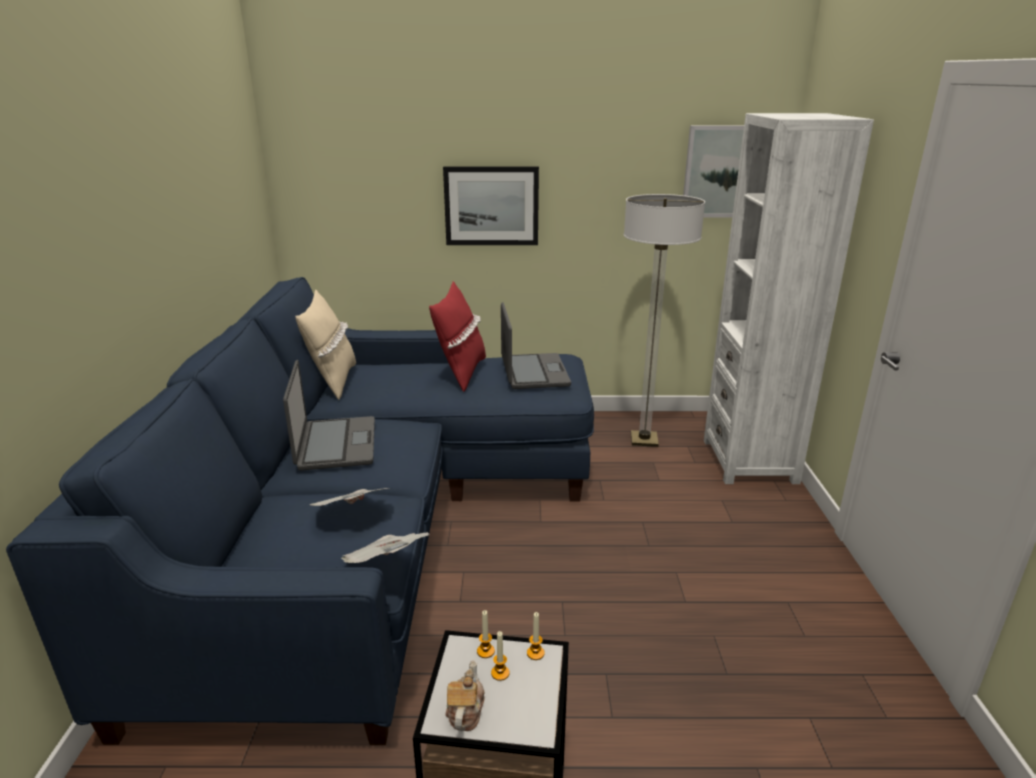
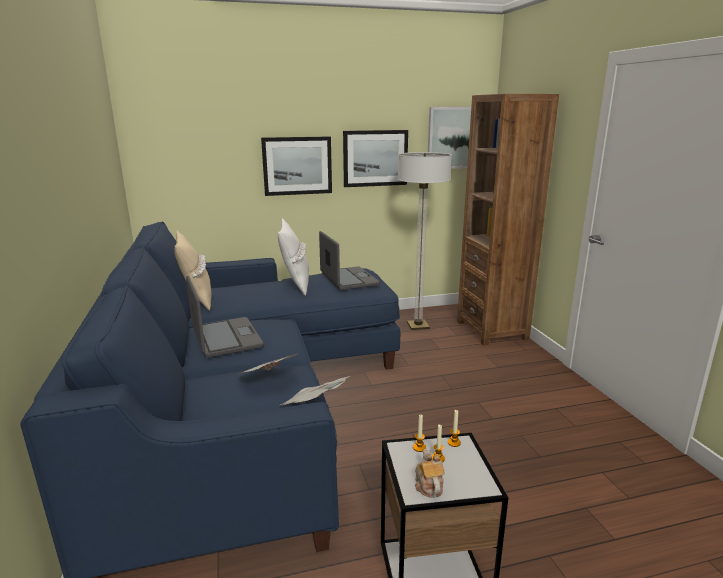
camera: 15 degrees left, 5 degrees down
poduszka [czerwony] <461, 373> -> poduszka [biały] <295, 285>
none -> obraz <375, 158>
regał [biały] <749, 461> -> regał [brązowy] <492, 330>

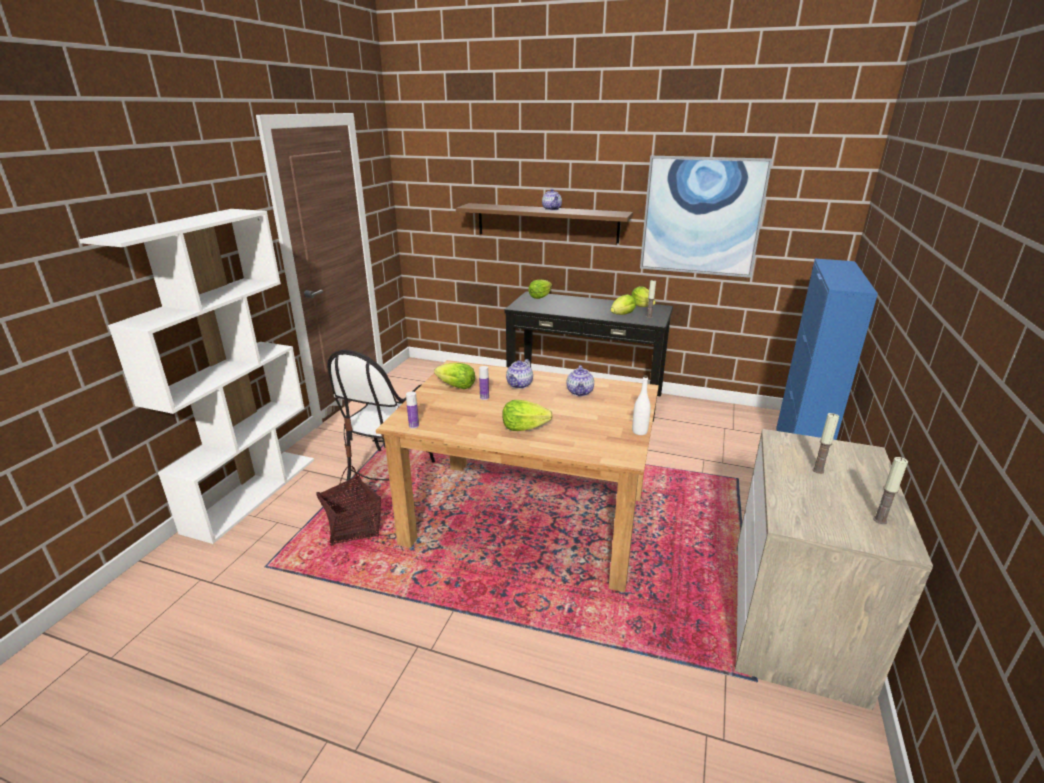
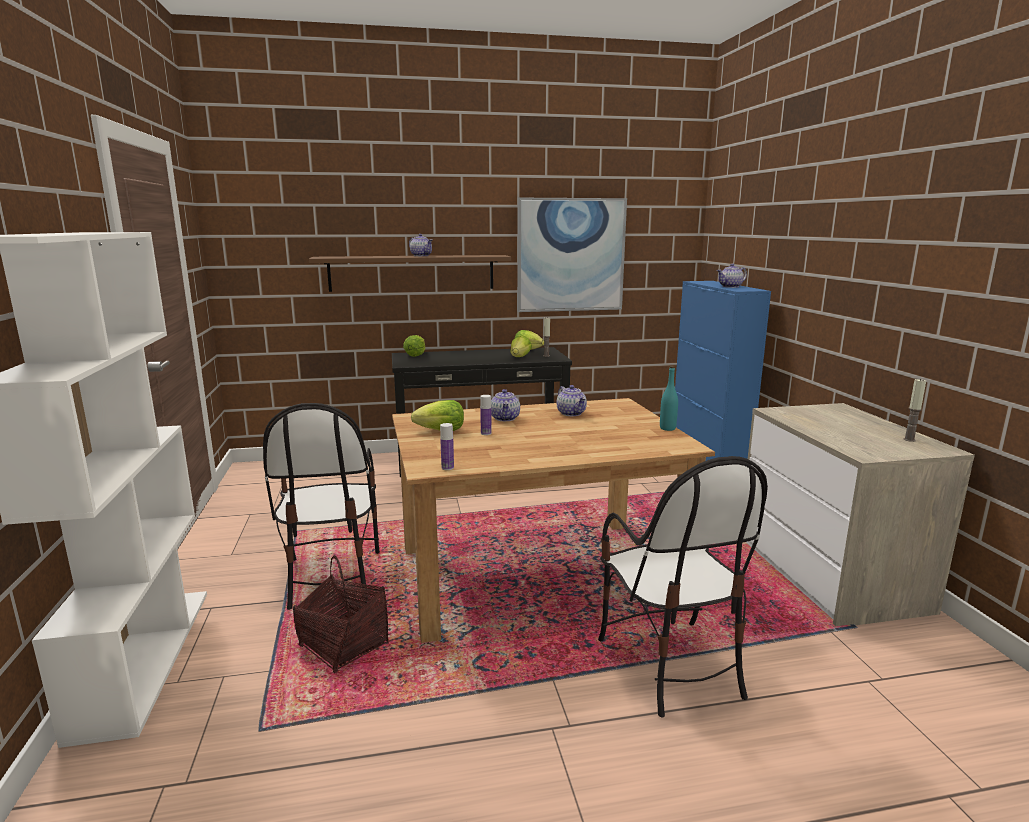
camera: 30 degrees left, 10 degrees down
none -> krzesło <670, 665>
butelka [biały] <639, 431> -> butelka [turkusowy] <667, 428>
none -> imbryk <730, 286>
sałata <524, 428> -> none
świeca <818, 470> -> none

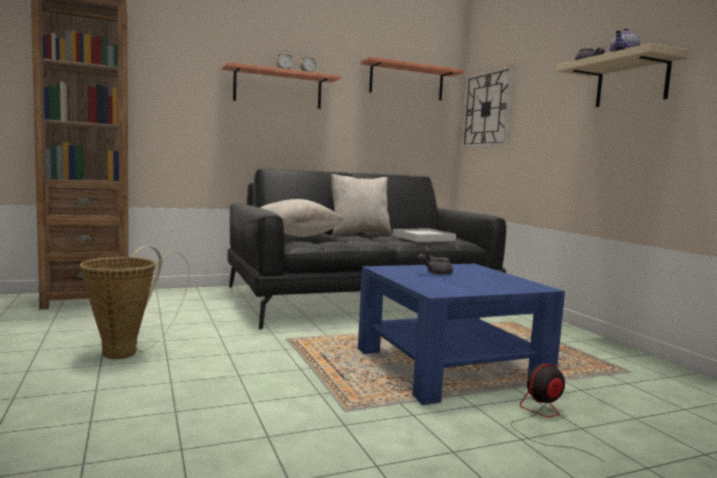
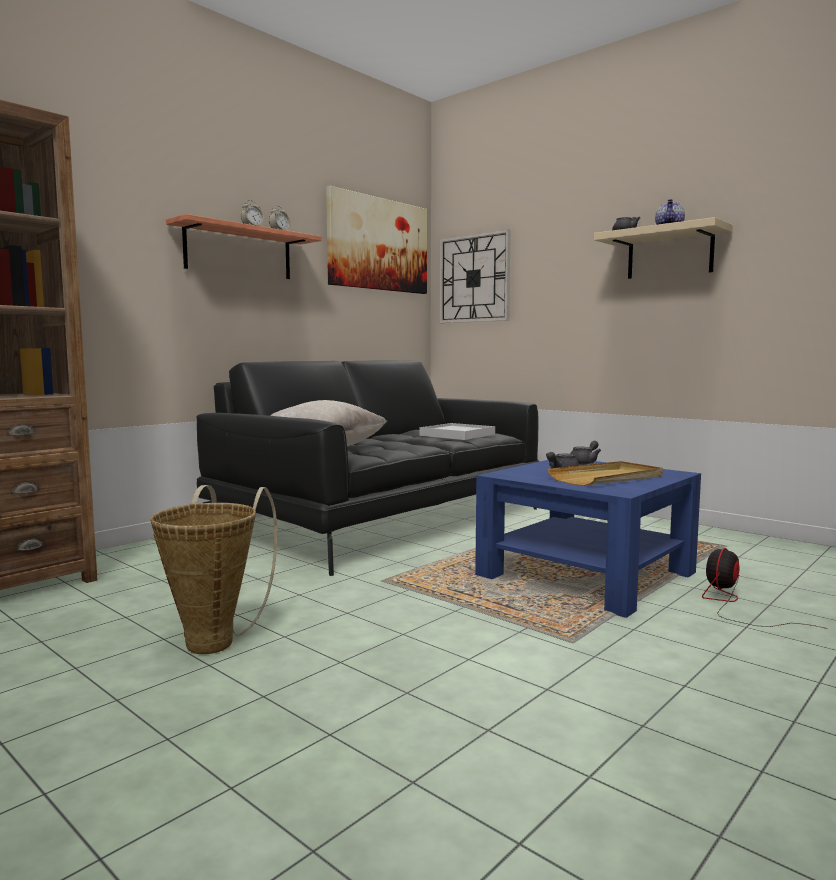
camera: 25 degrees left, 0 degrees up
półka <406, 82> -> obraz <378, 244>
none -> taca [beżowy] <607, 478>
none -> imbryk [szary] <584, 463>
poduszka [beżowy] <359, 233> -> none

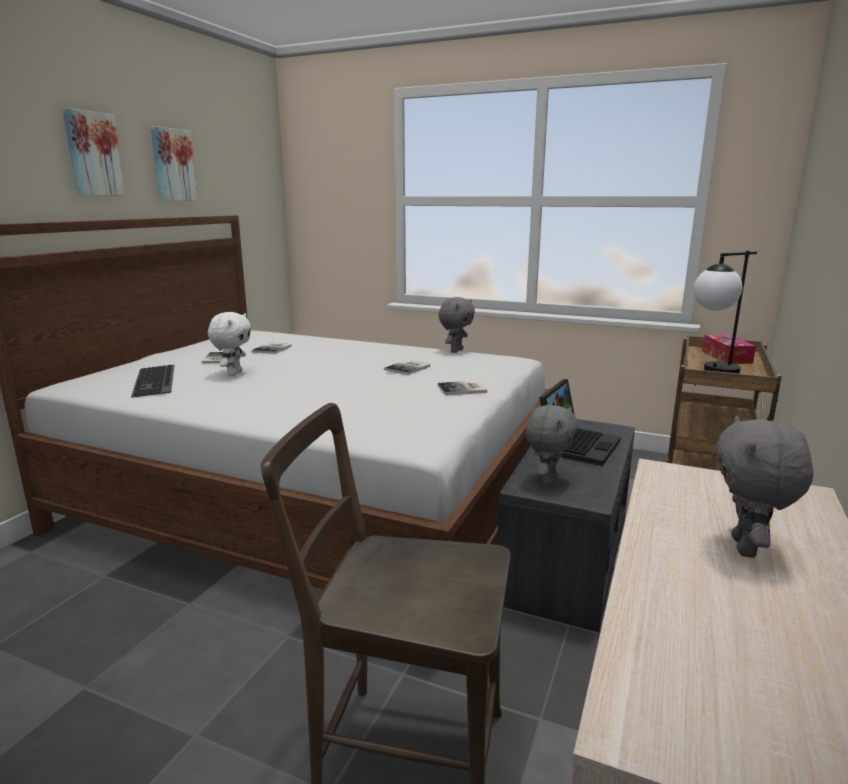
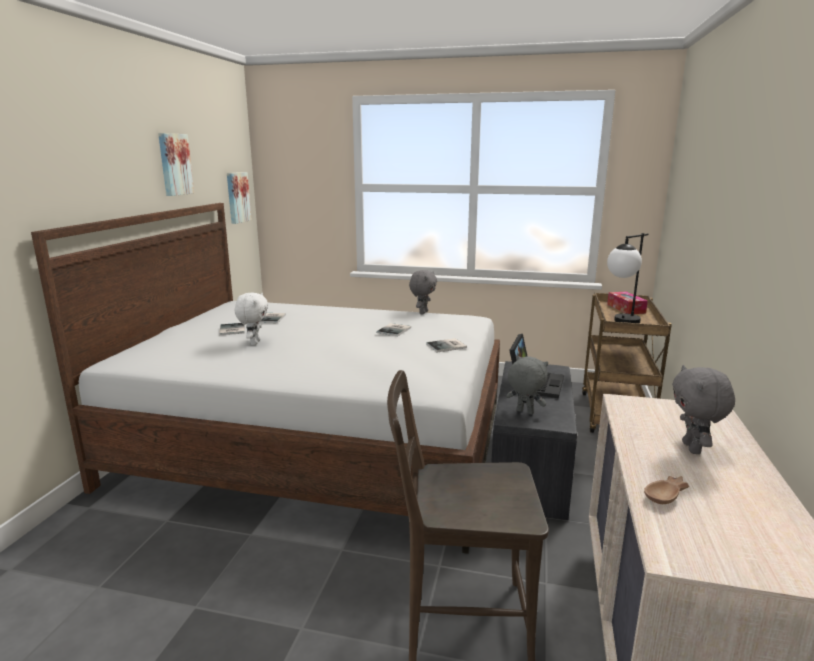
camera: 10 degrees left, 0 degrees up
obraz <93, 154> -> obraz <237, 197>, relocated
pluszak [szary] <547, 480> -> pluszak [szary] <524, 412>, 75 degrees counterclockwise
none -> miska [brązowy] <667, 495>
klawiatura <156, 380> -> none

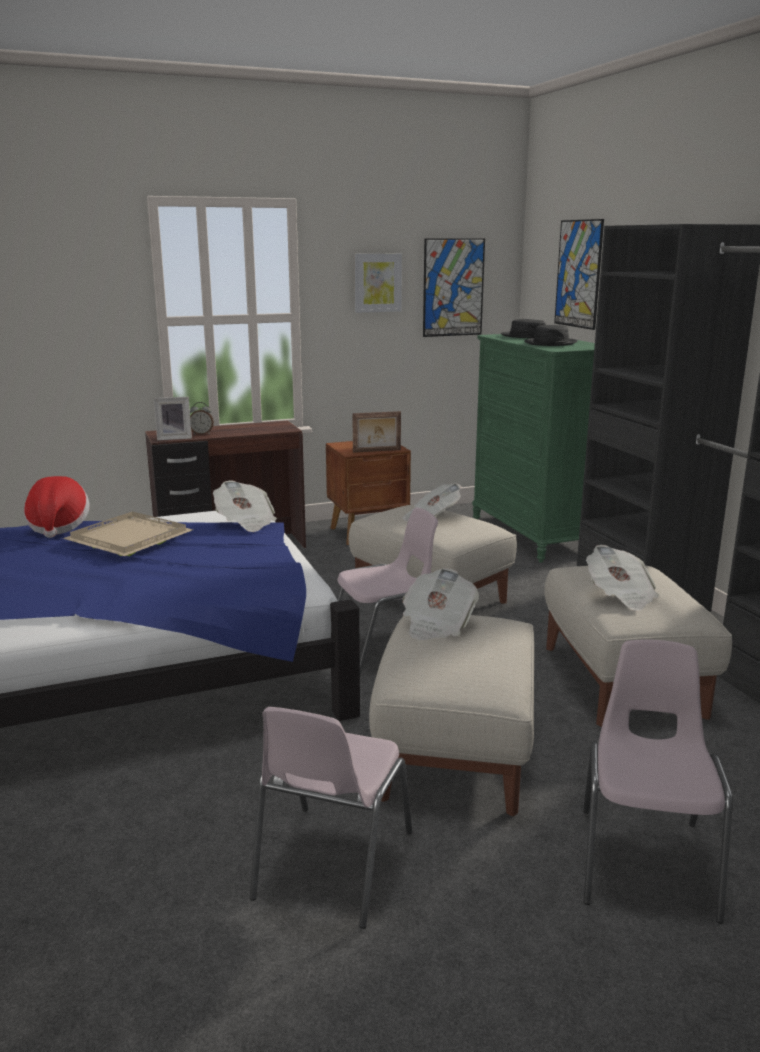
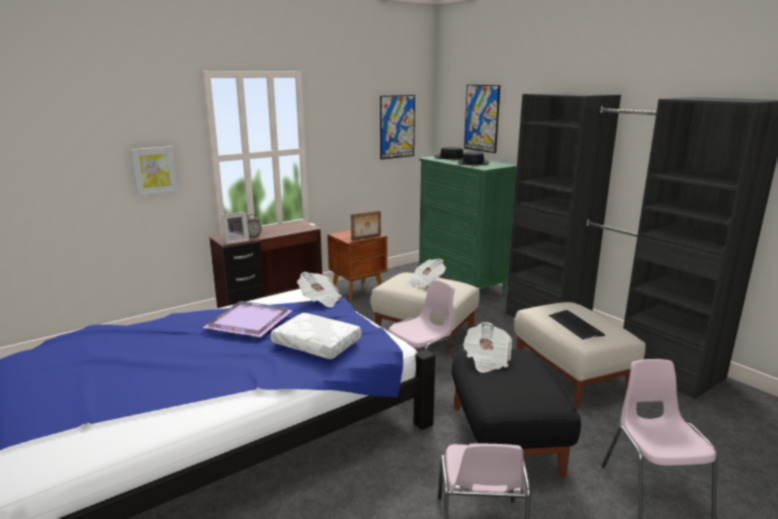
camera: 15 degrees left, 0 degrees up
obraz <377, 283> -> obraz <154, 170>, relocated
taca [beżowy] <129, 537> -> taca [fioletowy] <249, 320>
none -> poduszka [biały] <315, 344>
pufa [beżowy] <455, 751> -> pufa [czarny] <505, 439>
gazeta <620, 596> -> klawiatura <575, 325>
kapelusz <58, 526> -> none

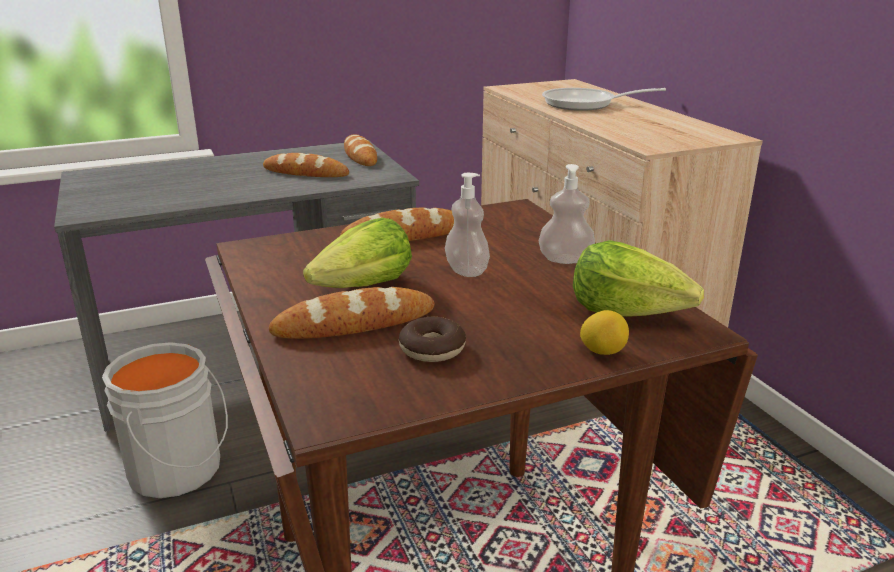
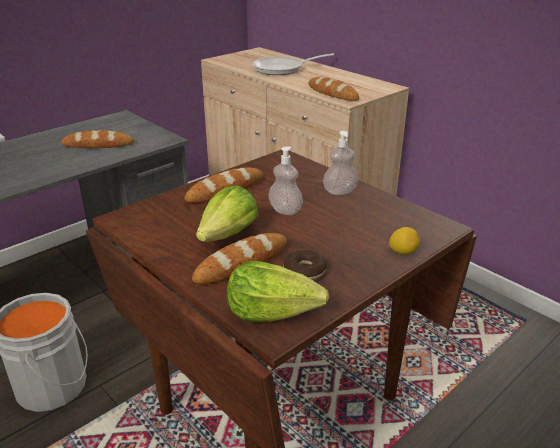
camera: 20 degrees left, 5 degrees up
sałata <628, 311> -> sałata <273, 312>, relocated
chleb <360, 156> -> chleb <332, 93>, relocated

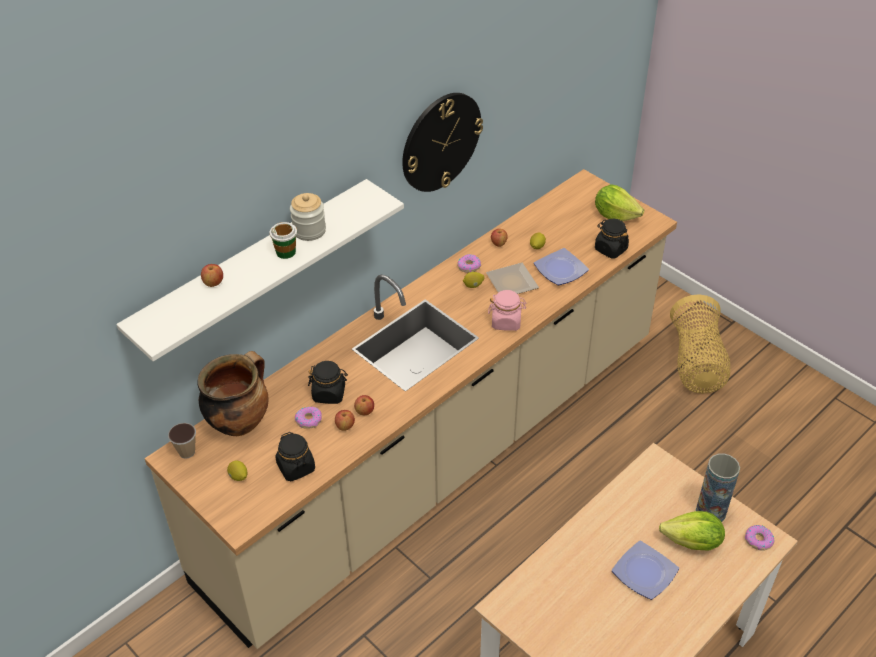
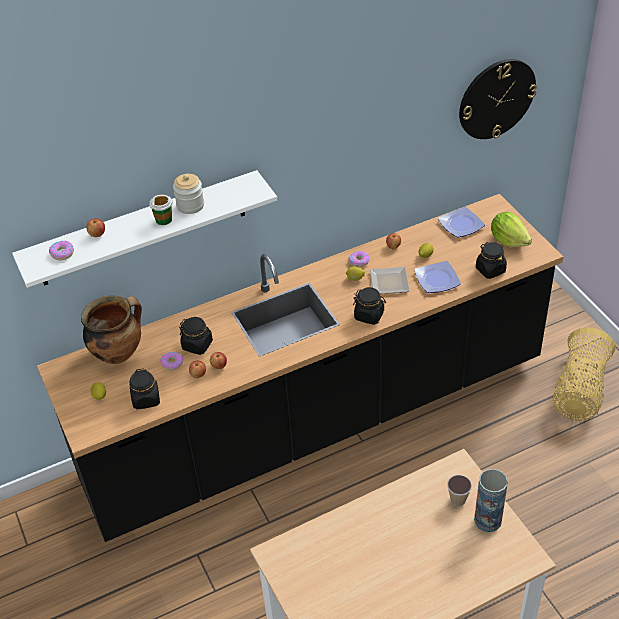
camera: 20 degrees right, 0 degrees up
zabudowa kuchenna [beżowy] <439, 456> -> zabudowa kuchenna [czarny] <316, 422>
donut <758, 540> -> donut <62, 253>, relocated
słoik [różowy] <506, 322> -> słoik [czarny] <369, 315>
talerz <644, 574> -> talerz <461, 225>, relocated
filiżanka <187, 452> -> filiżanka <458, 500>, relocated
zegar ścienny <440, 142> -> zegar ścienny <496, 99>, relocated
sałata <692, 543> -> none

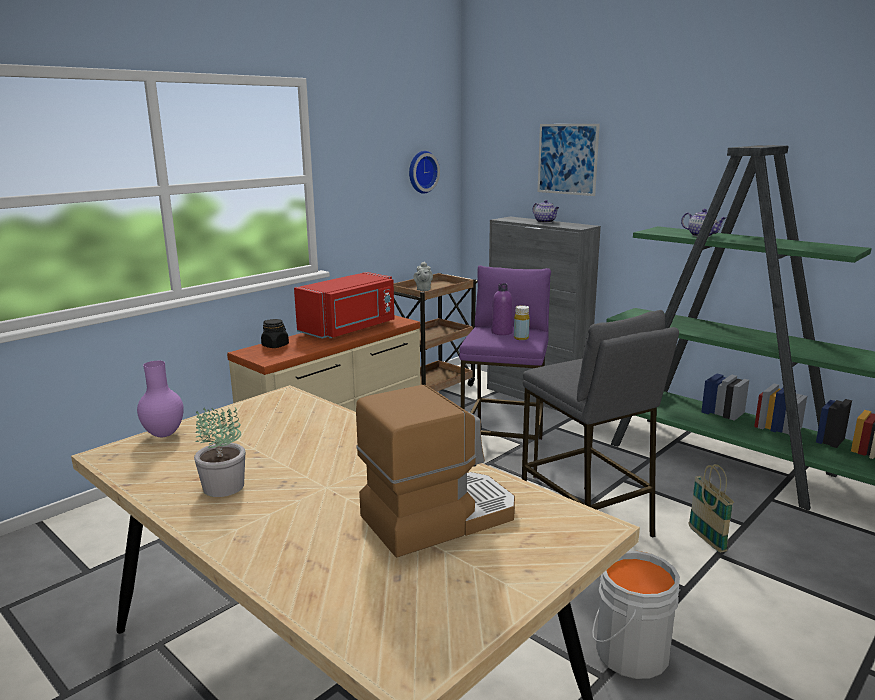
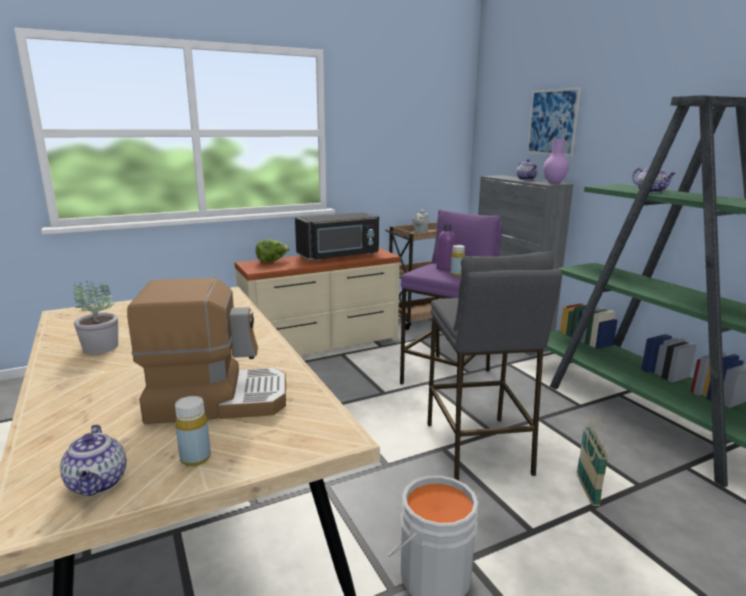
camera: 20 degrees right, 0 degrees up
none -> imbryk <98, 484>
none -> butelka [żółty] <195, 458>
słoik [czarny] <275, 345> -> sałata <272, 261>
mikrofalówka [czerwony] <350, 329> -> mikrofalówka [czarny] <339, 256>
wazon [fioletowy] <164, 435> -> wazon [fioletowy] <554, 183>, relocated
zegar ścienny <421, 172> -> none

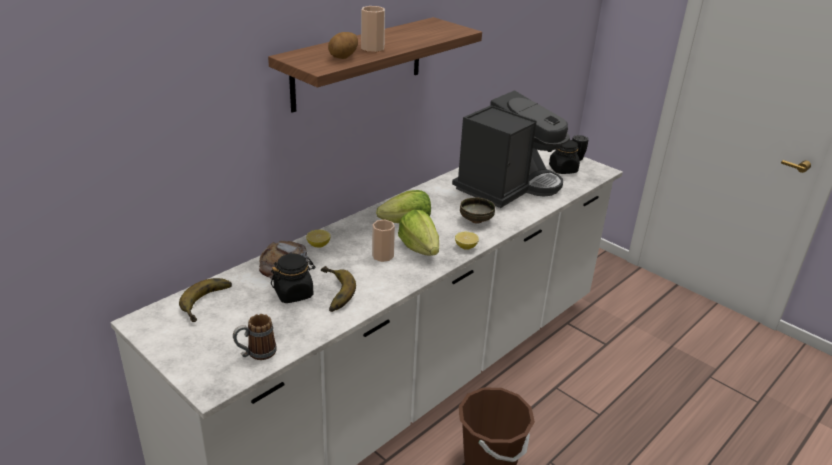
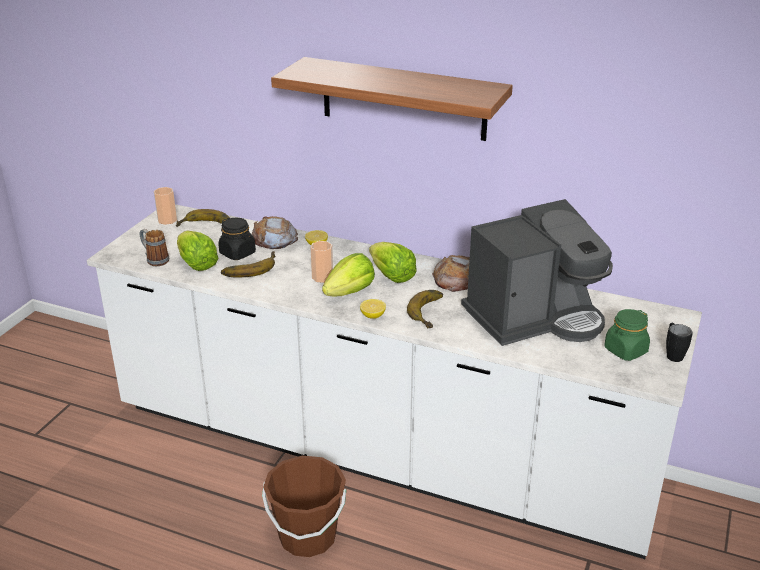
camera: 70 degrees right, 0 degrees up
filiżanka <372, 48> -> filiżanka <167, 220>, relocated
none -> sałata <196, 264>
miska <476, 220> -> banan <432, 312>
none -> chleb <456, 279>
ekspres do kawy <507, 185> -> ekspres do kawy <534, 318>, 45 degrees counterclockwise
słoik [czarny] <563, 169> -> słoik [zielony] <625, 350>
ziemniak <344, 57> -> none

